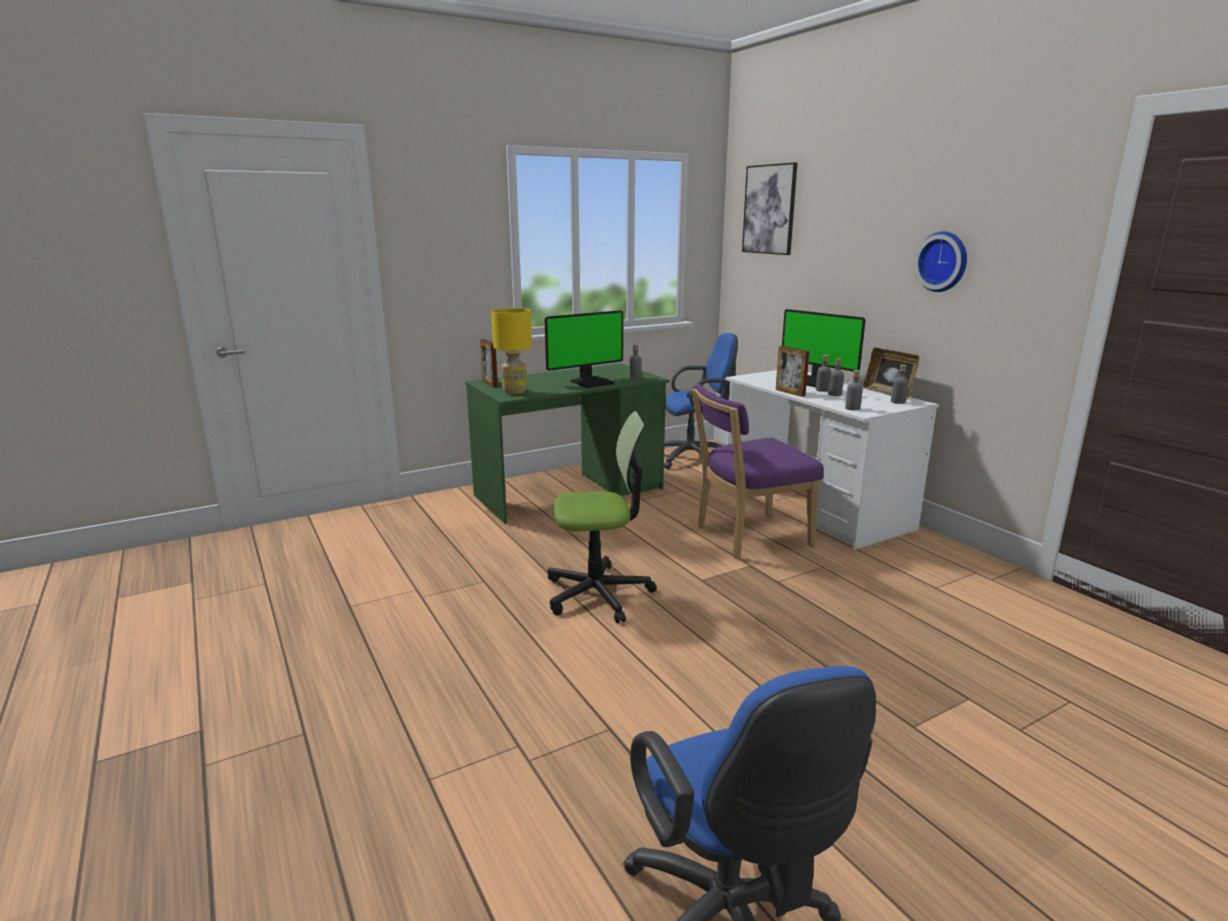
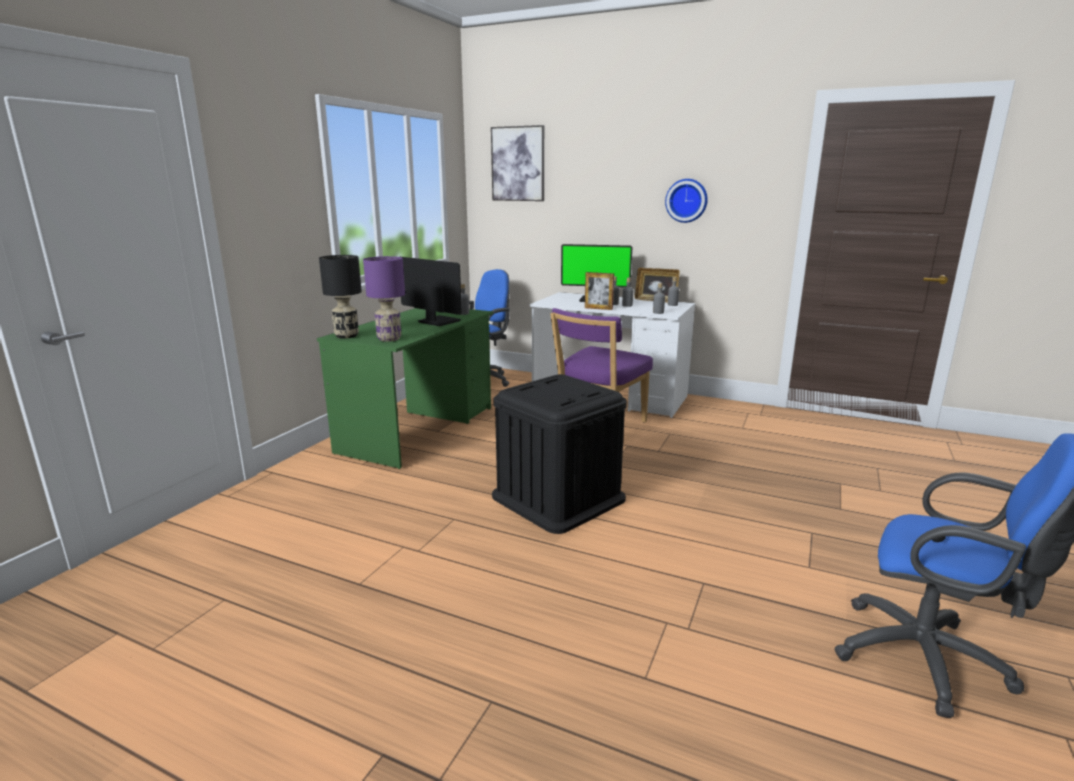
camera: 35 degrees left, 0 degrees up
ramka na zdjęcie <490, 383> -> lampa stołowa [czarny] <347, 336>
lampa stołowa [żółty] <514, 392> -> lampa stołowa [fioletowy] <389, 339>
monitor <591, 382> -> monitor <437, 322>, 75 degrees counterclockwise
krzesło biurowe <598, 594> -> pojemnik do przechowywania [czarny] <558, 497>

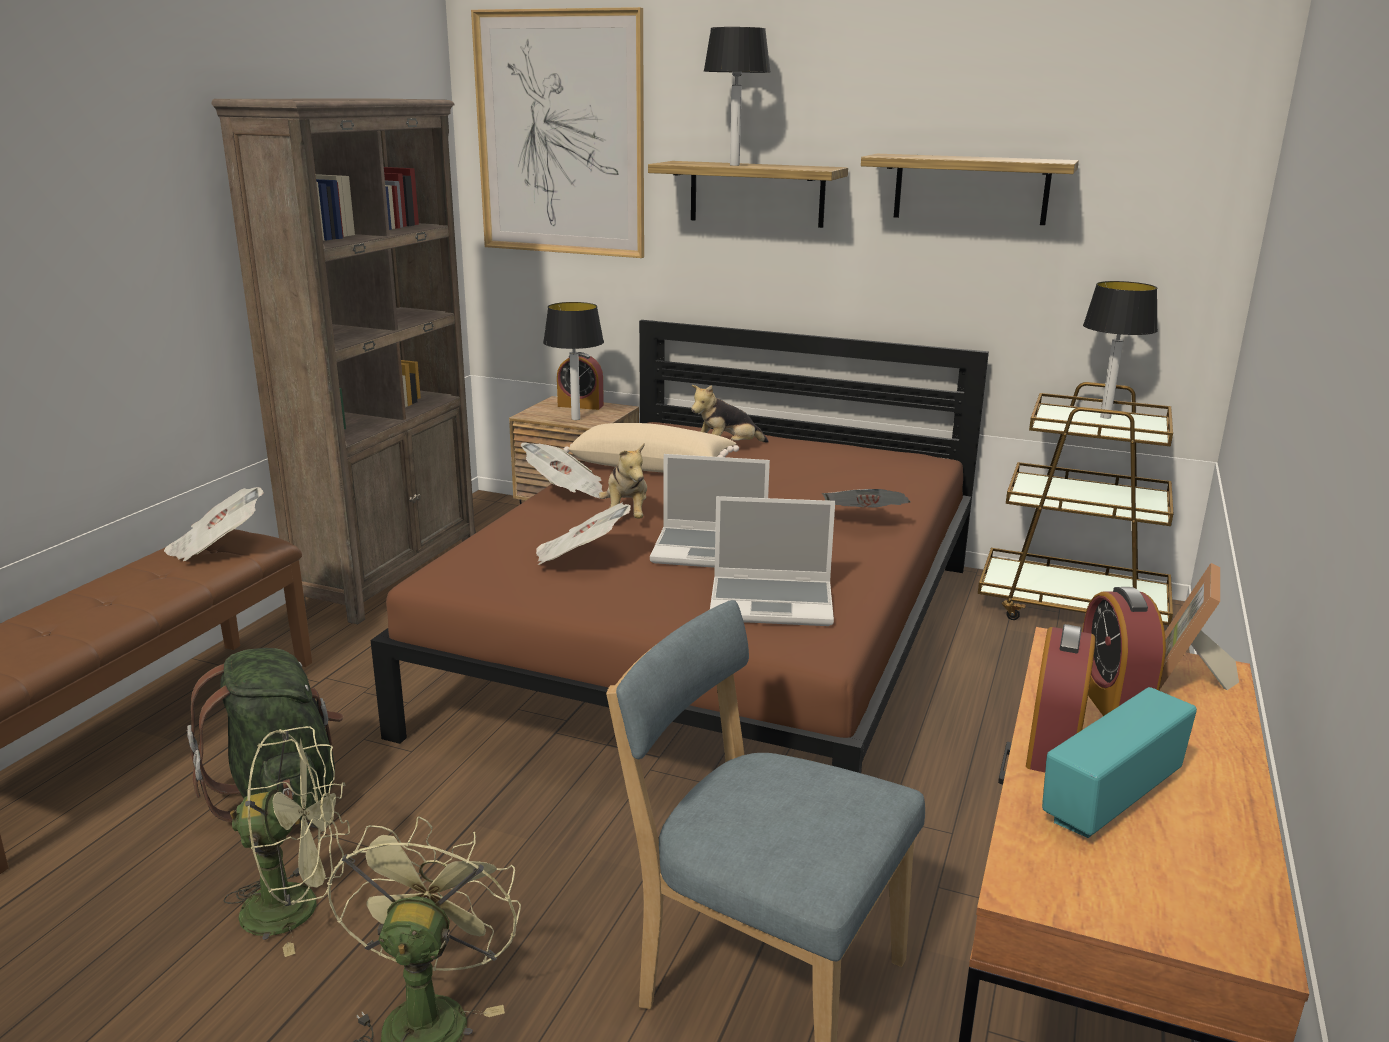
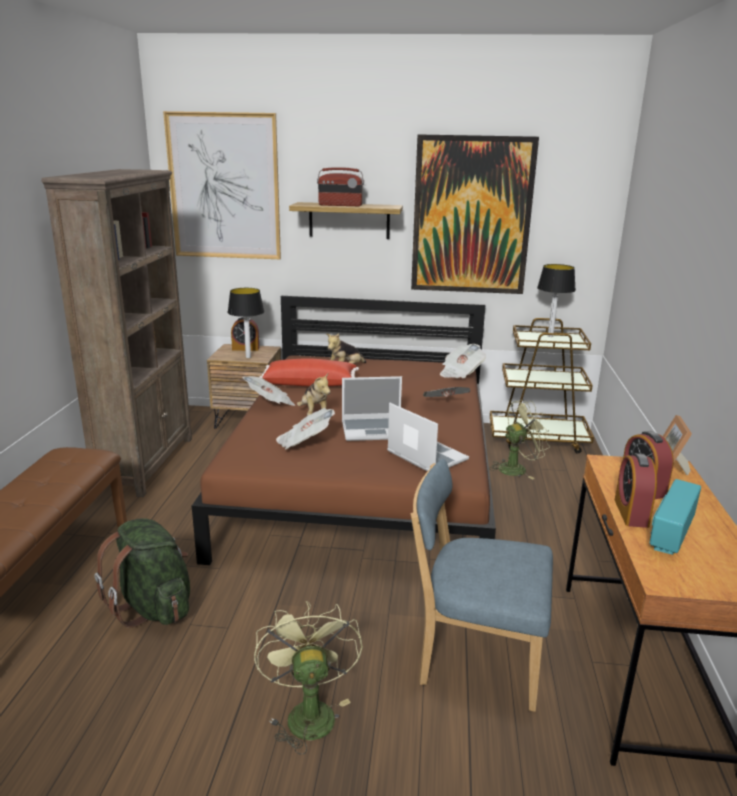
camera: 15 degrees left, 0 degrees up
poduszka [beżowy] <652, 467> -> poduszka [czerwony] <310, 383>
lampa stołowa <735, 165> -> radio <340, 205>
laptop <773, 603> -> laptop <425, 456>, 120 degrees counterclockwise
półka <971, 189> -> obraz <471, 216>
gazeta <217, 548> -> gazeta <460, 373>, relocated
wentylator [zielony] <298, 907> -> wentylator [zielony] <517, 468>, relocated

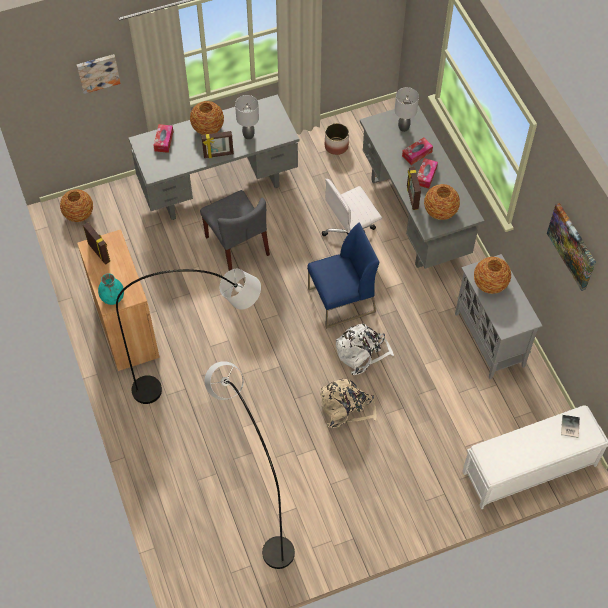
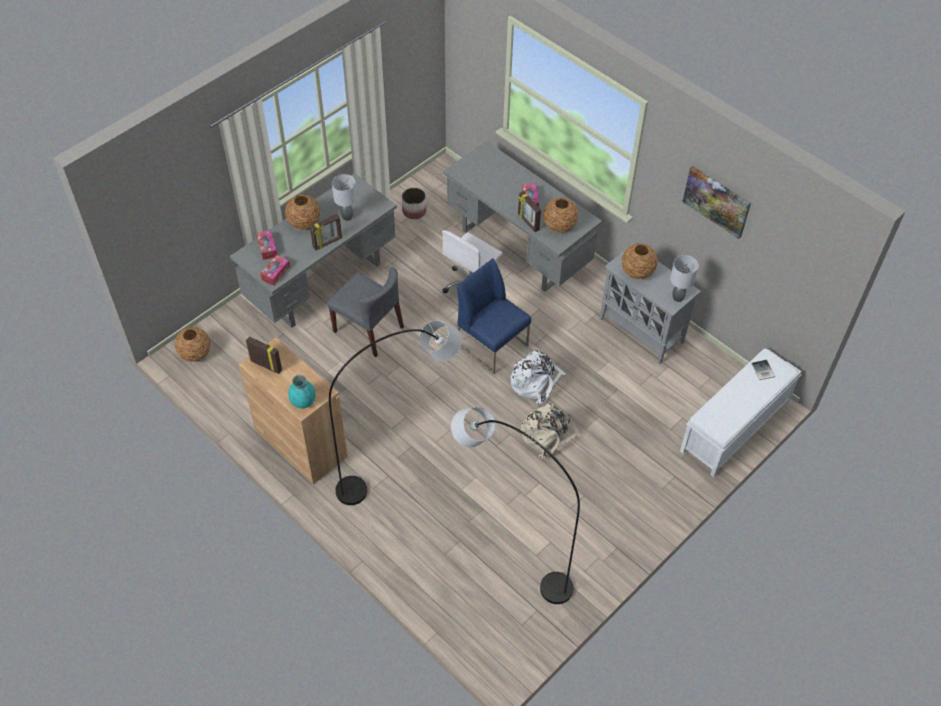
camera: 25 degrees left, 5 degrees down
pudełko chusteczek <417, 154> -> pudełko chusteczek <275, 273>, relocated
krzesło [niebieski] <341, 301> -> krzesło [niebieski] <492, 344>, 90 degrees counterclockwise
lampa stołowa [szary] <404, 127> -> lampa stołowa [szary] <677, 297>, relocated
obraz <98, 72> -> none

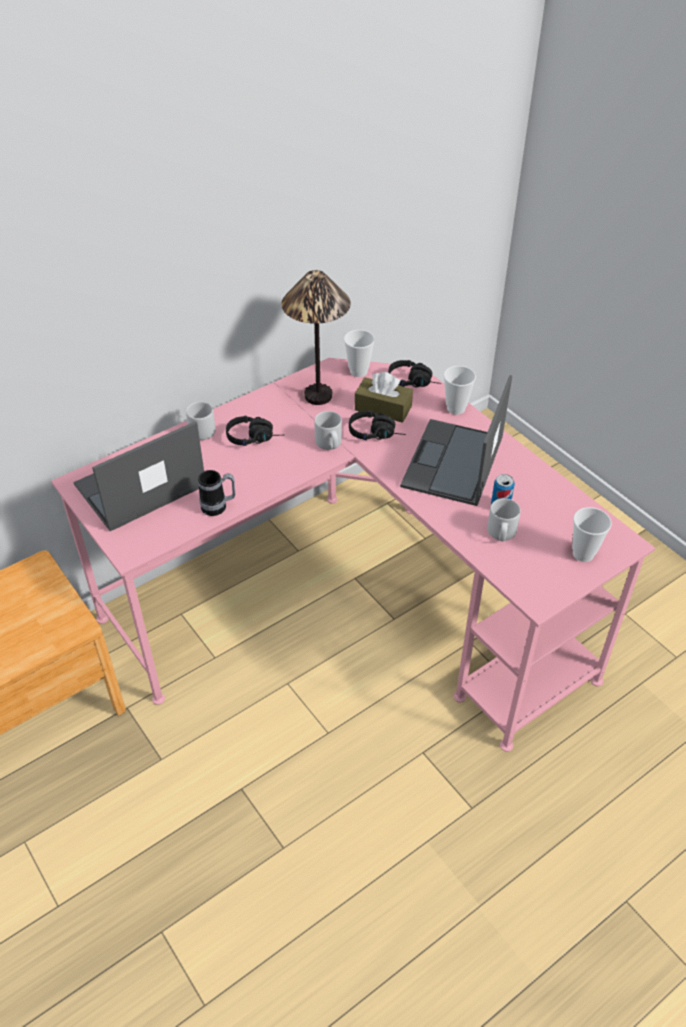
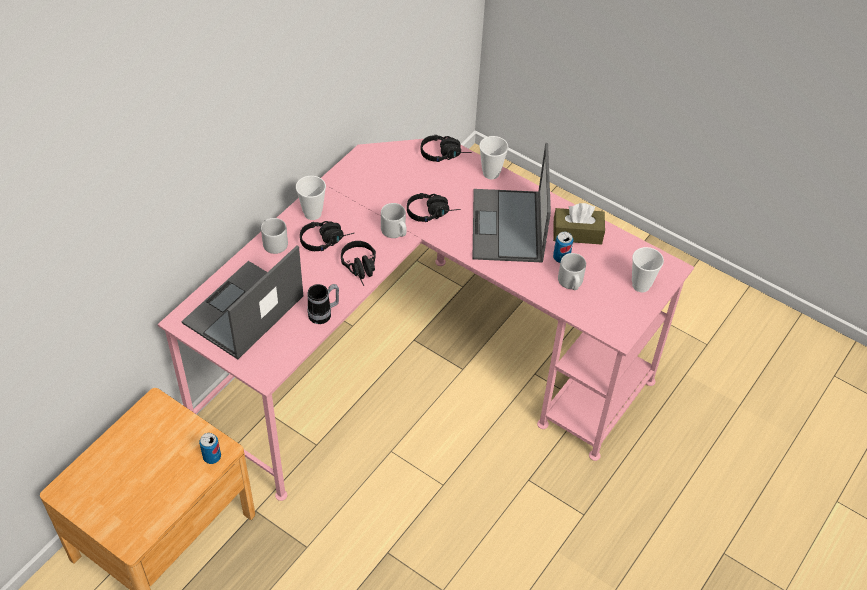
camera: 20 degrees left, 5 degrees up
none -> puszka <212, 457>
filiżanka <358, 371> -> filiżanka <312, 213>, relocated
none -> słuchawki [czarny] <361, 269>
pudełko chusteczek [brązowy] <383, 408> -> pudełko chusteczek [brązowy] <577, 233>, relocated
lampa stołowa <317, 396> -> none

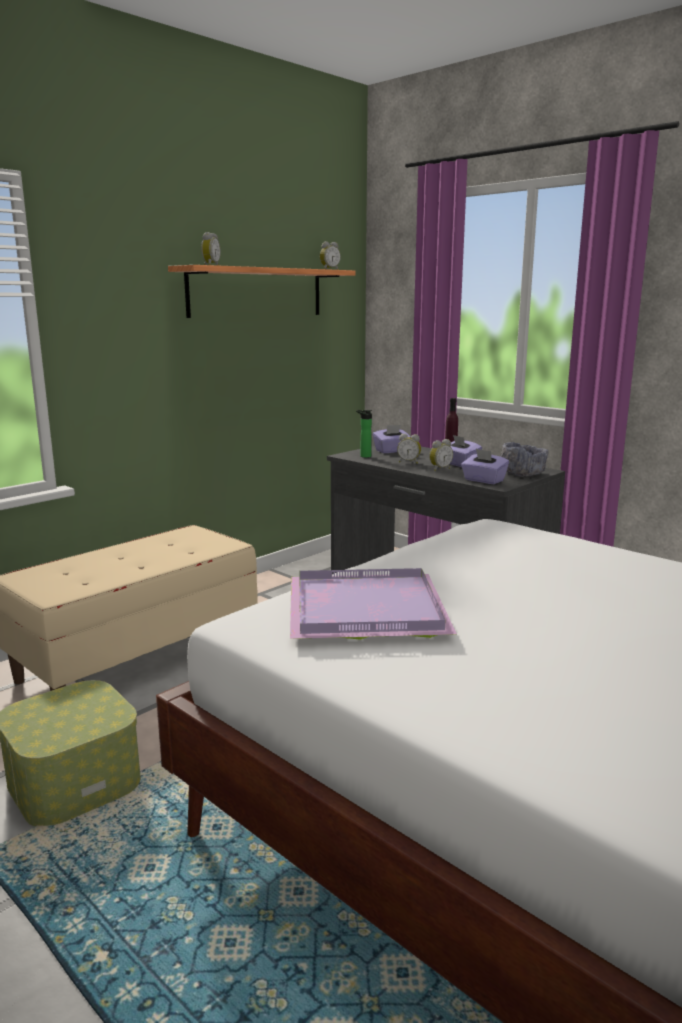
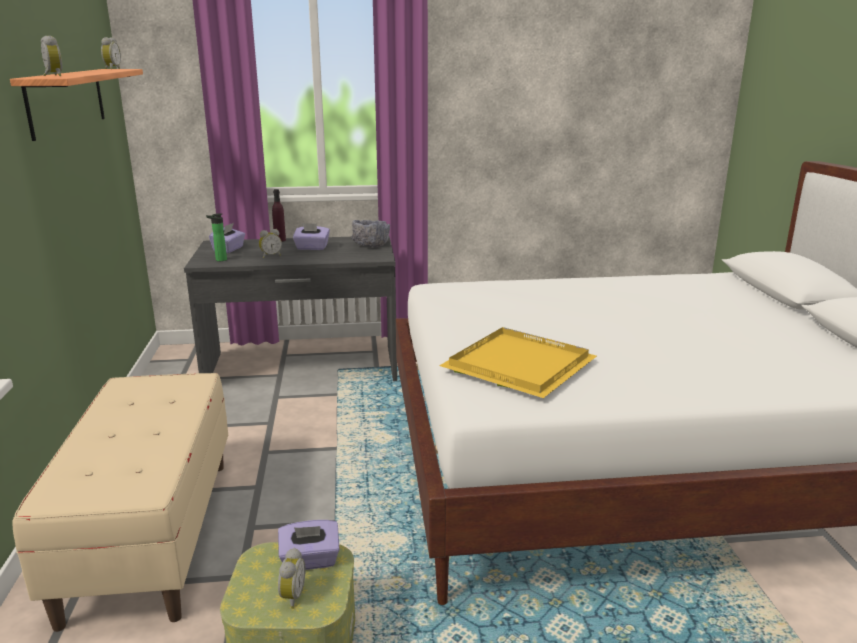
camera: 50 degrees left, 5 degrees up
pudełko chusteczek [fioletowy] <483, 480> -> pudełko chusteczek [fioletowy] <310, 561>, relocated
budzik <439, 469> -> budzik <291, 596>, relocated
taca [fioletowy] <363, 608> -> taca [żółty] <516, 366>

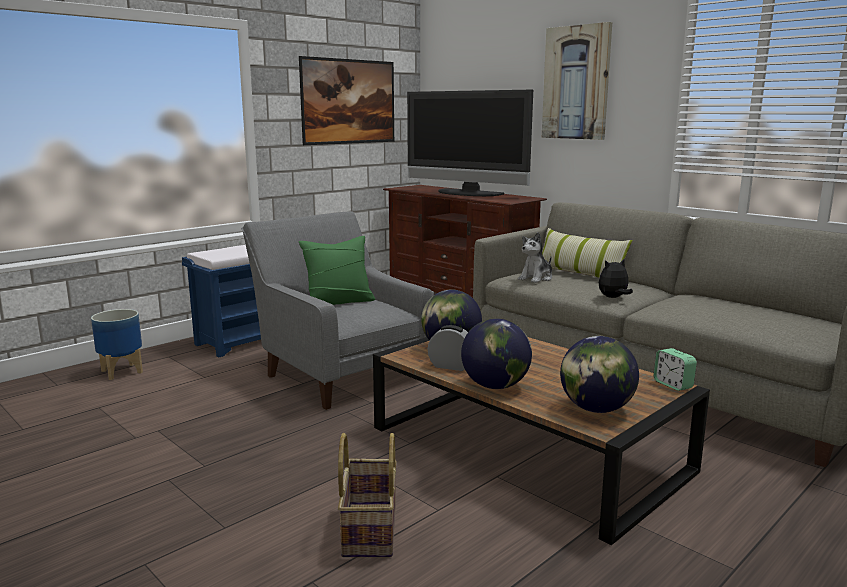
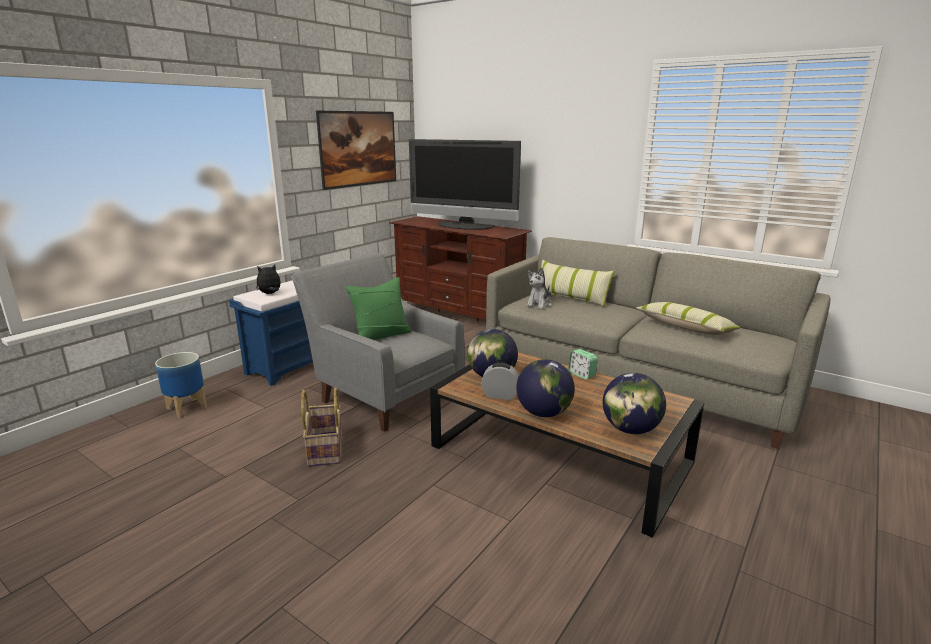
camera: 10 degrees left, 5 degrees up
pluszak <613, 298> -> pluszak <270, 294>, relocated
koszyk <368, 529> -> koszyk <324, 449>, relocated
budzik <673, 385> -> budzik <581, 375>, relocated
none -> poduszka <685, 328>
obraz <576, 83> -> none

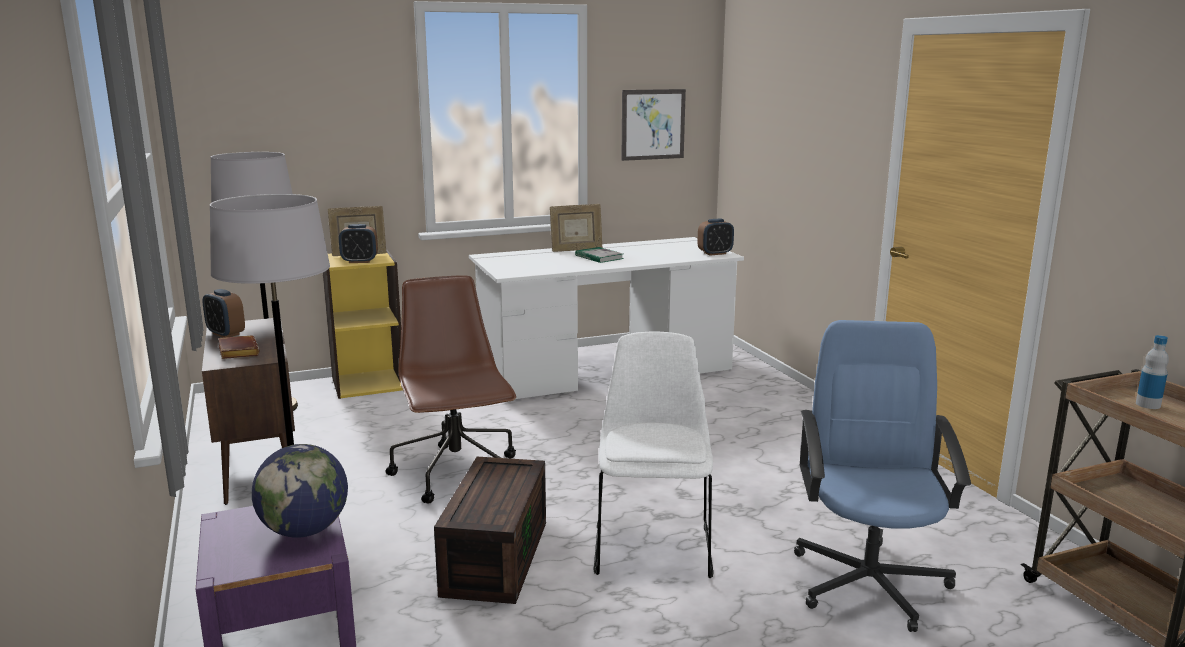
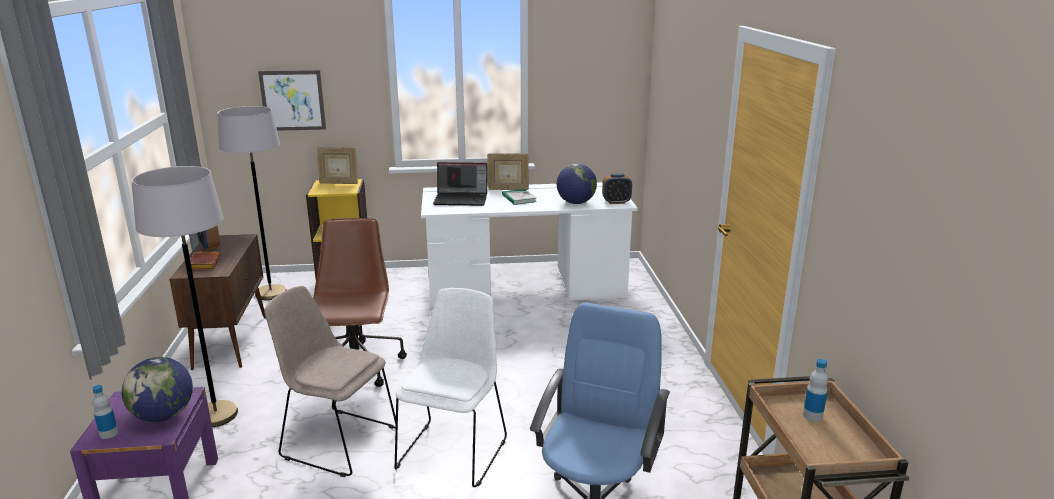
camera: 15 degrees right, 5 degrees up
none -> butelka <108, 433>
obraz <653, 124> -> obraz <292, 100>, relocated
pojemnik do przechowywania [brązowy] <494, 556> -> krzesło [beżowy] <336, 441>
none -> laptop <462, 199>
none -> globus <576, 203>
budzik <359, 261> -> none

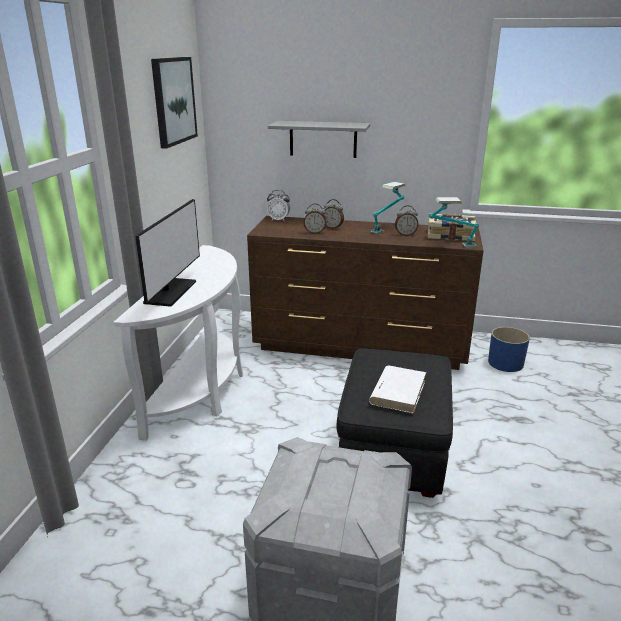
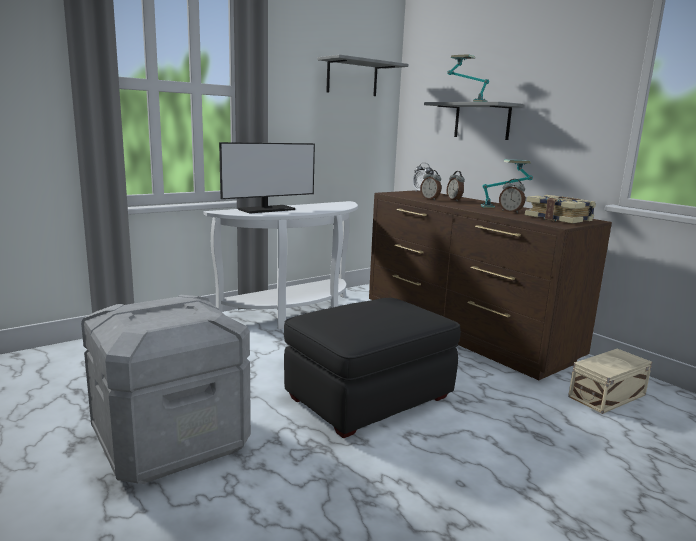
camera: 40 degrees right, 10 degrees down
obraz <173, 101> -> półka [szary] <352, 78>
lampa stołowa <451, 246> -> lampa stołowa <465, 101>, relocated
donica [niebieski] <505, 363> -> pojemnik do przechowywania [beżowy] <608, 396>
książka [biały] <398, 391> -> none

